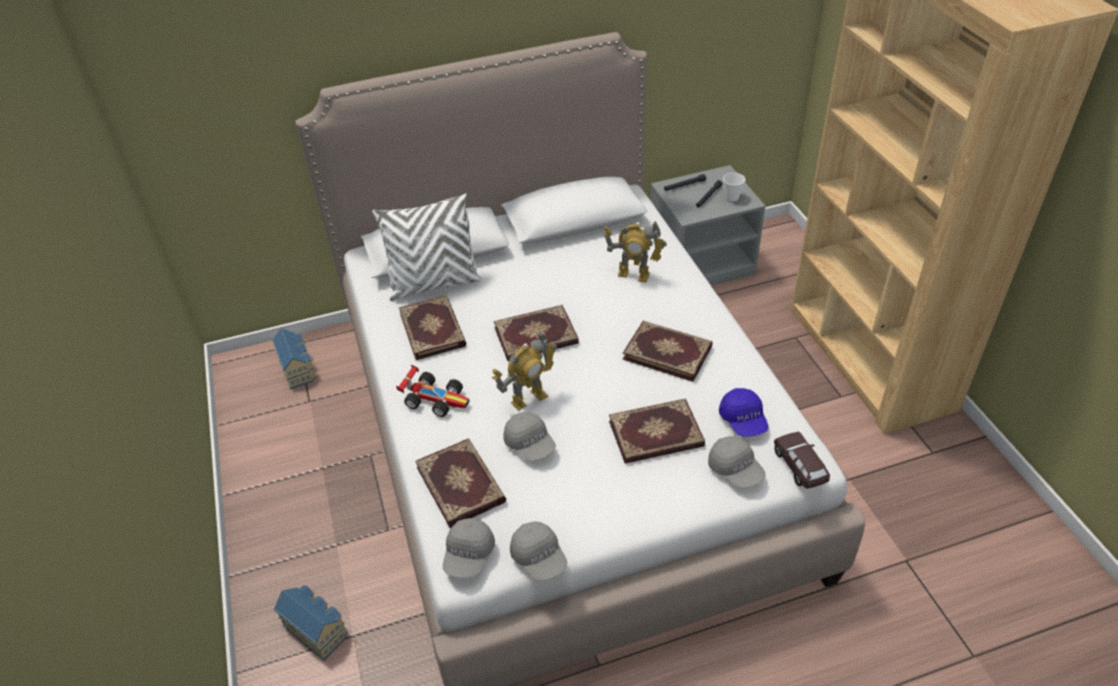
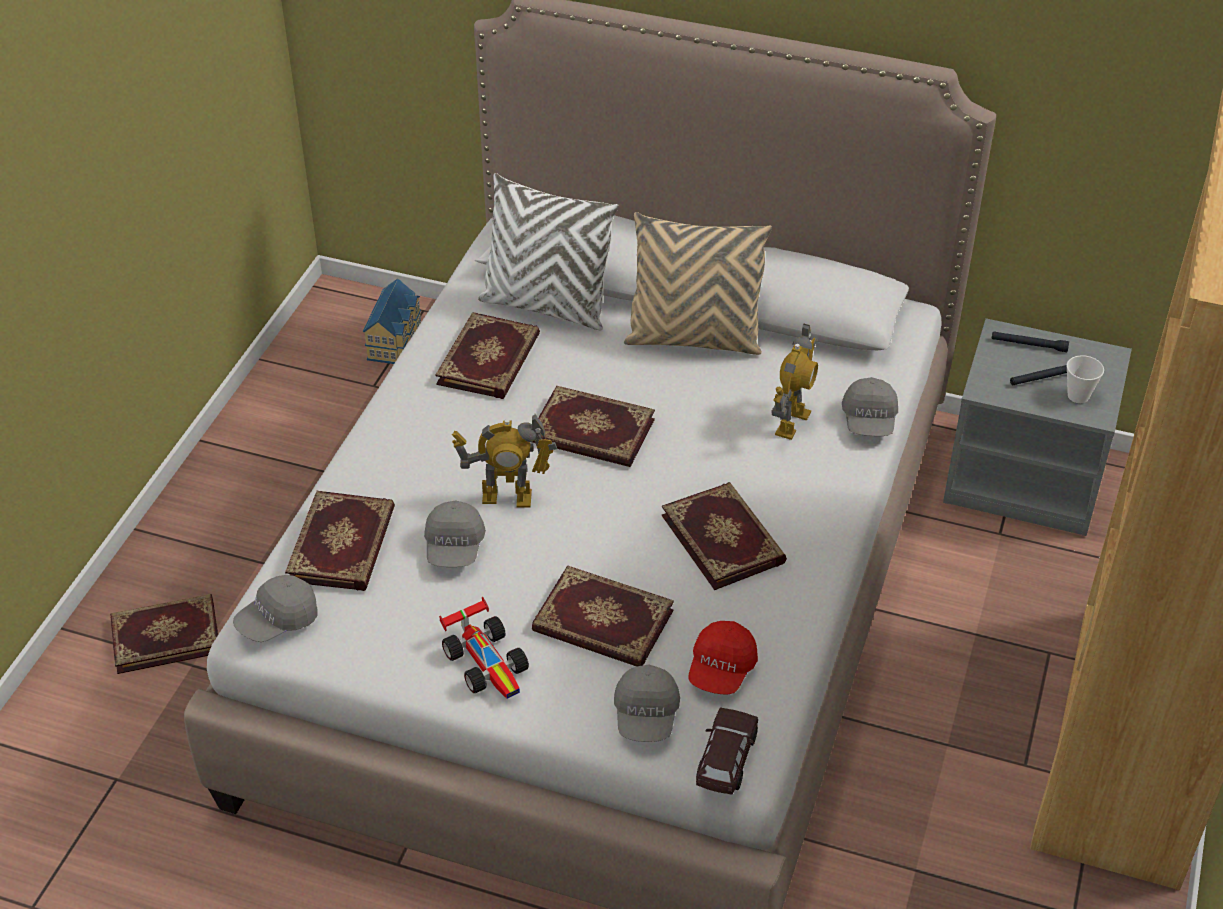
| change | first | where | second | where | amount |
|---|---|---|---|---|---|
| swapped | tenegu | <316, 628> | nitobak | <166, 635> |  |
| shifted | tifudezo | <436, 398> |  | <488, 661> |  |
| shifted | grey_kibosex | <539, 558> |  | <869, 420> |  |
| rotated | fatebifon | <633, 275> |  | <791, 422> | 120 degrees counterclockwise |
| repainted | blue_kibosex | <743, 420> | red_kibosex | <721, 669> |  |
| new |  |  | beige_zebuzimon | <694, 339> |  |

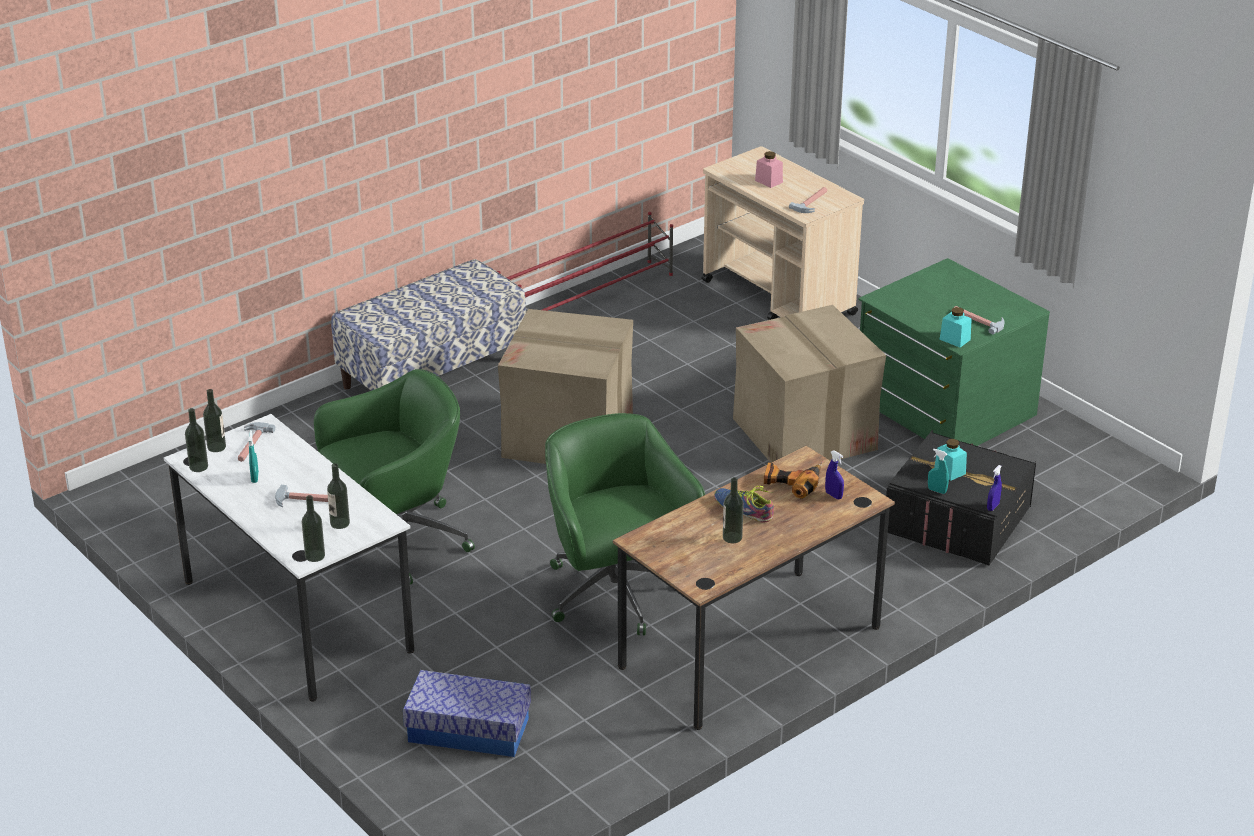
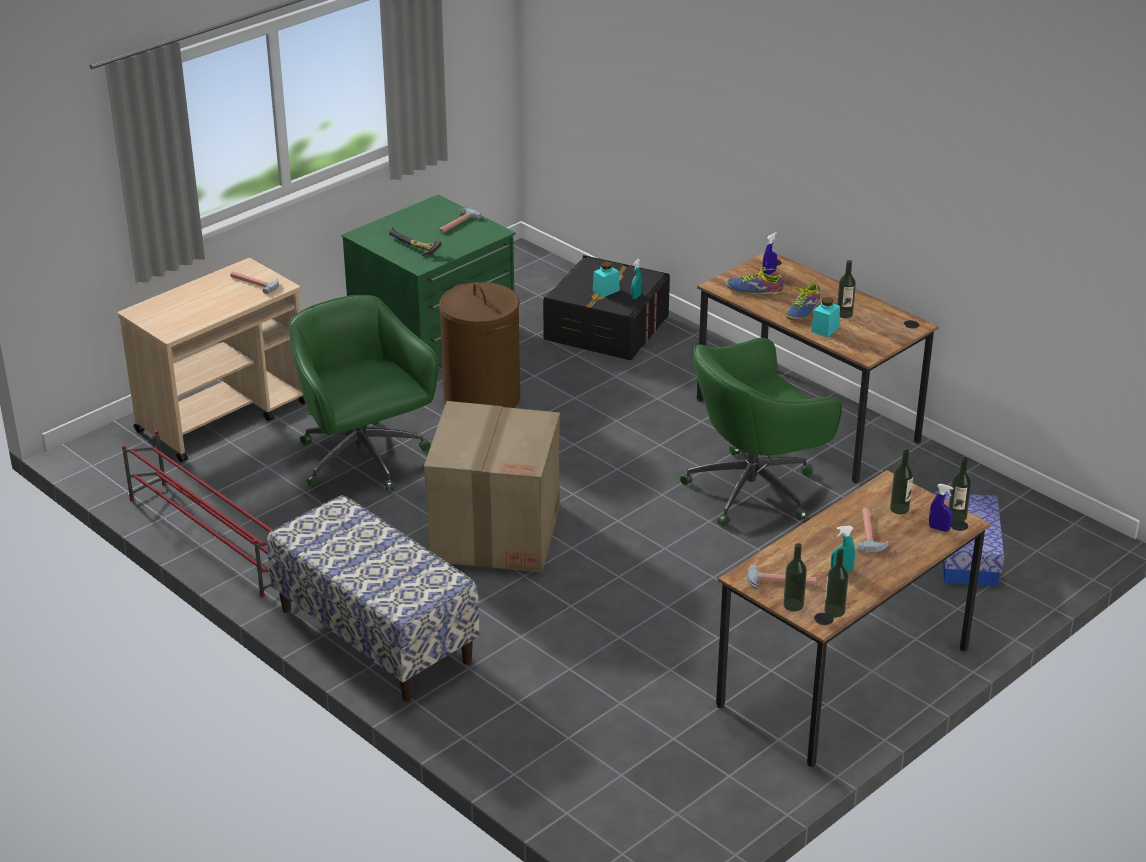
| change | first | where | second | where | amount |
|---|---|---|---|---|---|
| repainted | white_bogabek | <297, 616> | brown_bogabek | <844, 677> |  |
| shifted | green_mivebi | <396, 543> |  | <363, 460> |  |
| swapped | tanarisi | <805, 434> | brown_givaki | <482, 399> |  |
| gone | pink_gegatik | <768, 181> |  |  |  |
| swapped | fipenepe | <792, 481> | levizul | <754, 290> |  |
| shifted | turquoise_gegatik | <955, 339> |  | <825, 329> |  |
| shifted | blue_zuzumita | <993, 507> |  | <939, 529> |  |
| new |  |  | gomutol | <413, 248> |  |

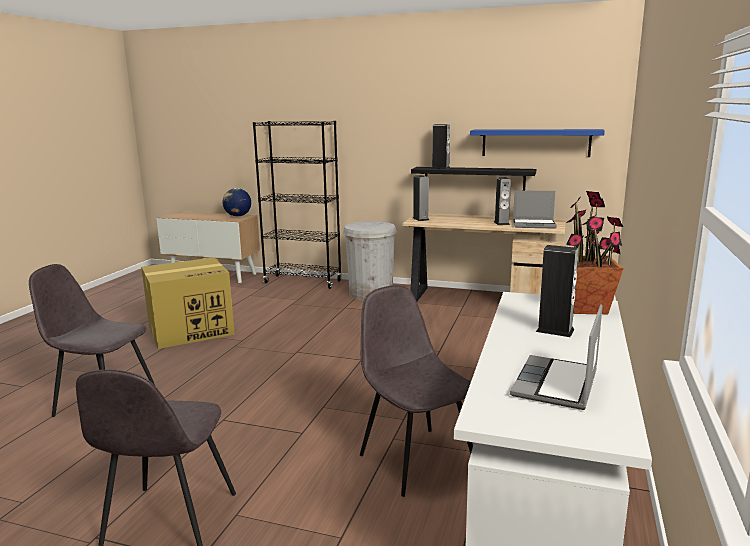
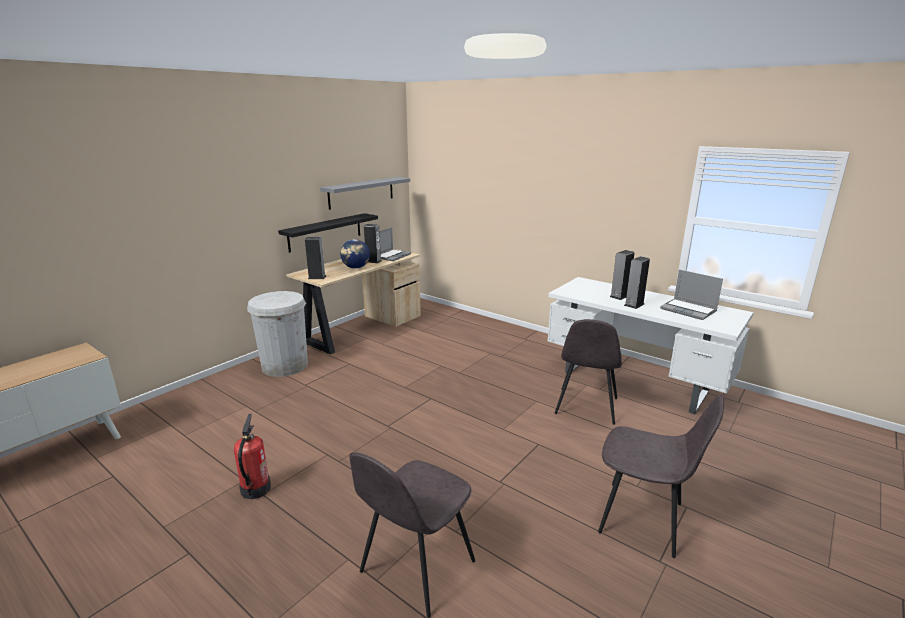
| change | first | where | second | where | amount |
|---|---|---|---|---|---|
| swapped | tanarisi | <192, 330> | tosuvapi | <255, 489> |  |
| shifted | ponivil | <237, 216> |  | <356, 268> |  |
| gone | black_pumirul | <303, 282> |  |  |  |
| rotated | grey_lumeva | <415, 458> |  | <586, 407> | 60 degrees counterclockwise |
| shifted | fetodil | <440, 168> |  | <634, 304> |  |
| repainted | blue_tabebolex | <535, 143> | grey_tabebolex | <361, 192> |  |
| gone | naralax | <587, 308> |  |  |  |

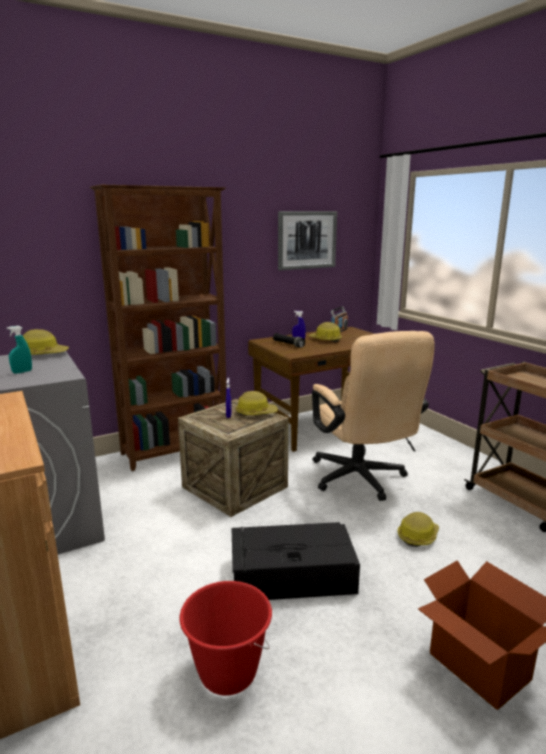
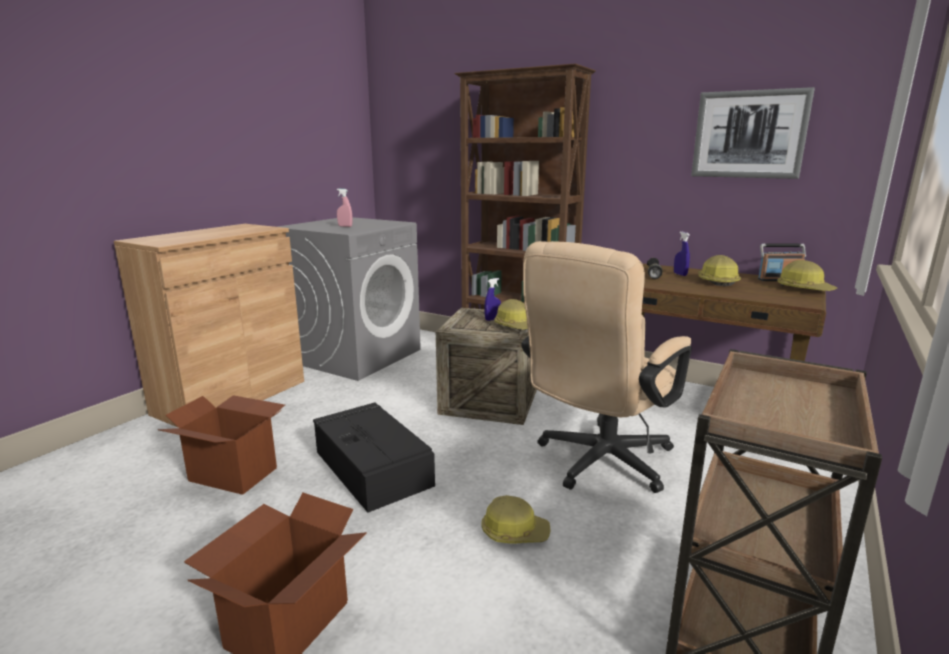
| change | first | where | second | where | amount |
|---|---|---|---|---|---|
| repainted | turquoise_zuzumita | <22, 372> | pink_zuzumita | <345, 226> |  |
| shifted | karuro | <43, 354> |  | <804, 289> |  |
| swapped | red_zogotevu | <227, 672> | tanarisi | <234, 474> |  |

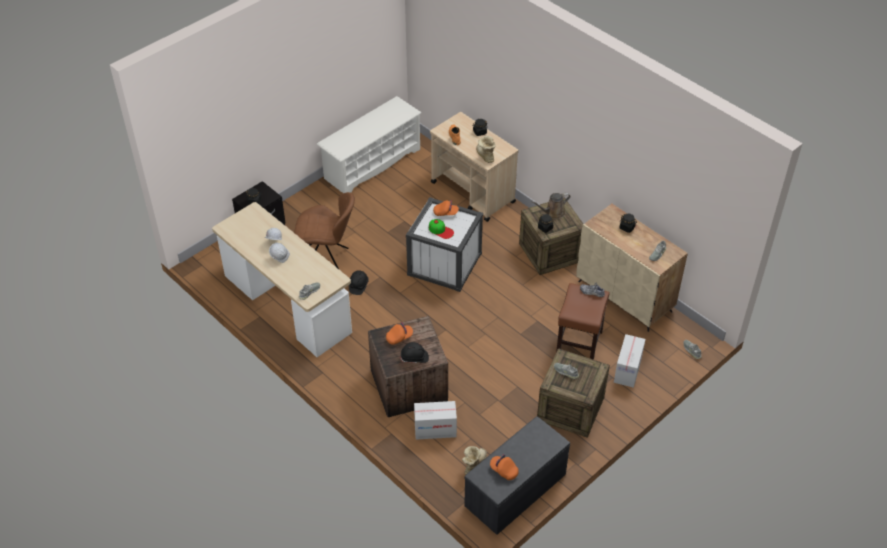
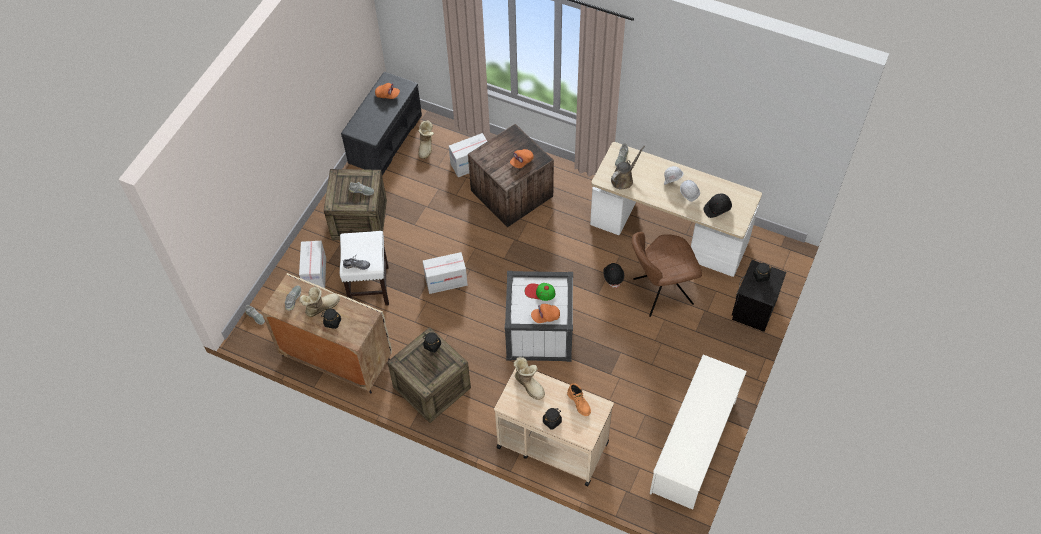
| change | first | where | second | where | amount |
|---|---|---|---|---|---|
| shifted | black_karuro | <414, 358> |  | <717, 209> |  |
| shifted | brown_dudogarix | <553, 213> |  | <623, 179> |  |
| repainted | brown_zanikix | <579, 344> | white_zanikix | <369, 286> |  |
| new |  |  | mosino | <321, 306> |  |
| new |  |  | tanarisi | <446, 281> |  |

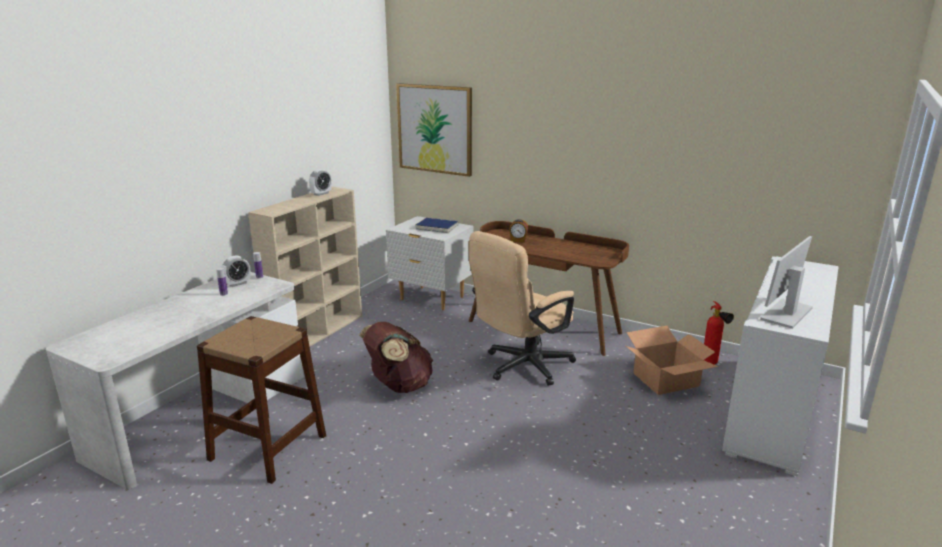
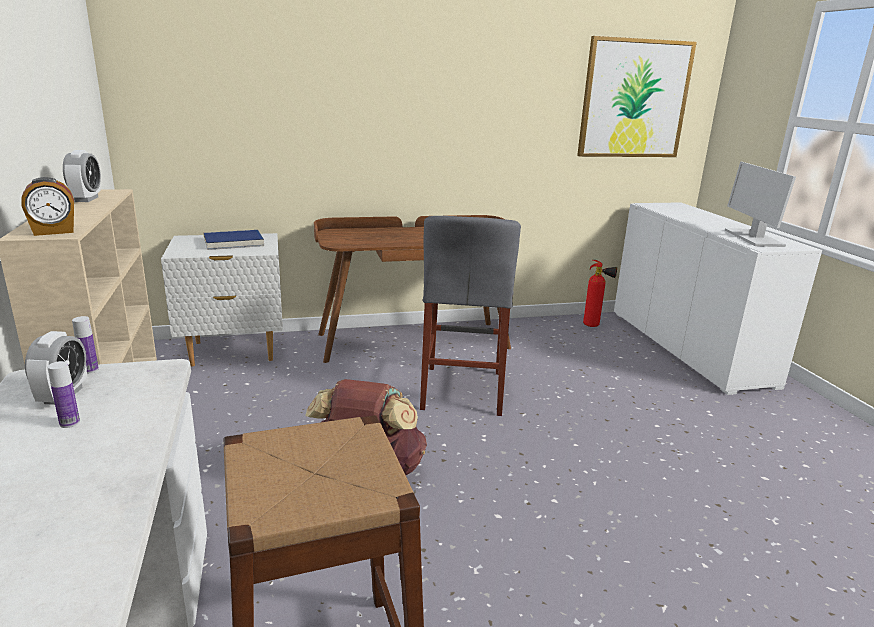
| change | first | where | second | where | amount |
|---|---|---|---|---|---|
| shifted | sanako | <435, 129> |  | <634, 99> |  |
| swapped | beige_mivebi | <521, 367> | grey_zanikix | <462, 390> |  |
| shifted | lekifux | <518, 240> |  | <54, 231> |  |
| gone | tanarisi | <666, 380> |  |  |  |

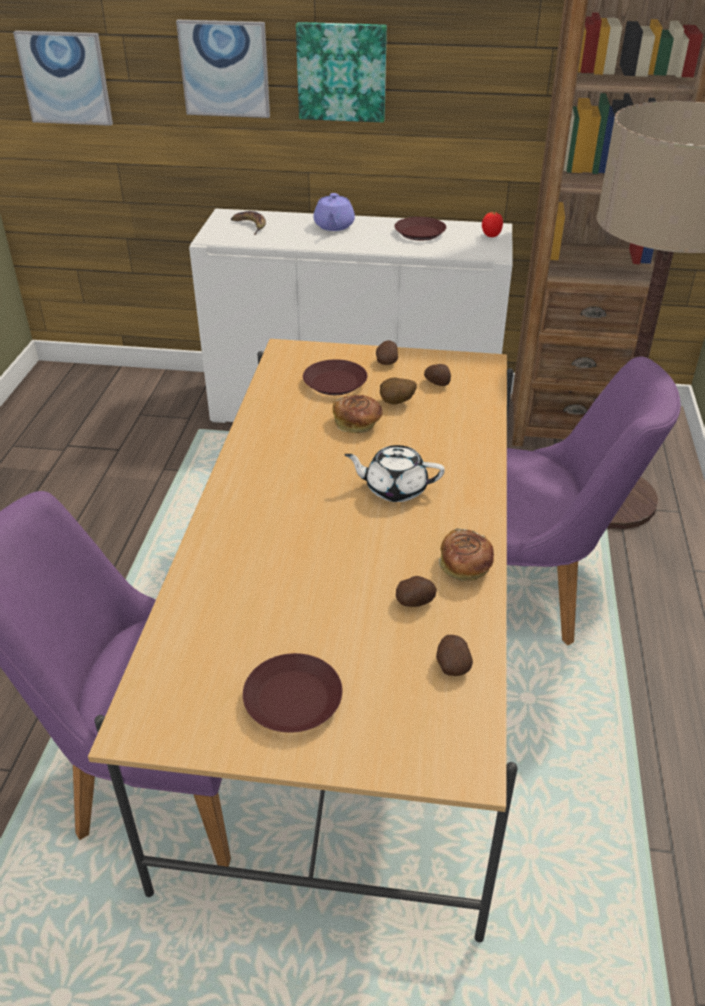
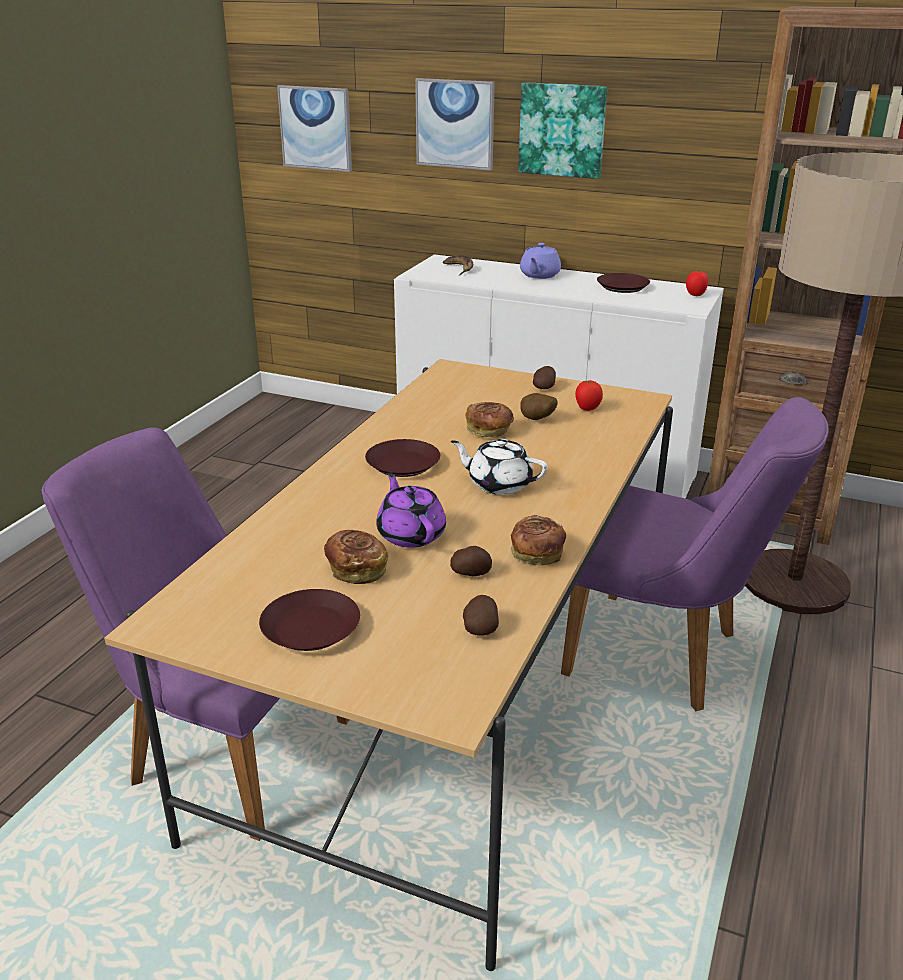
| change | first | where | second | where | amount |
|---|---|---|---|---|---|
| shifted | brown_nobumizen | <335, 383> |  | <403, 464> |  |
| swapped | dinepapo | <438, 383> | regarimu | <587, 409> |  |
| new |  |  | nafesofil | <356, 569> |  |
| new |  |  | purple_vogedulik | <411, 534> |  |

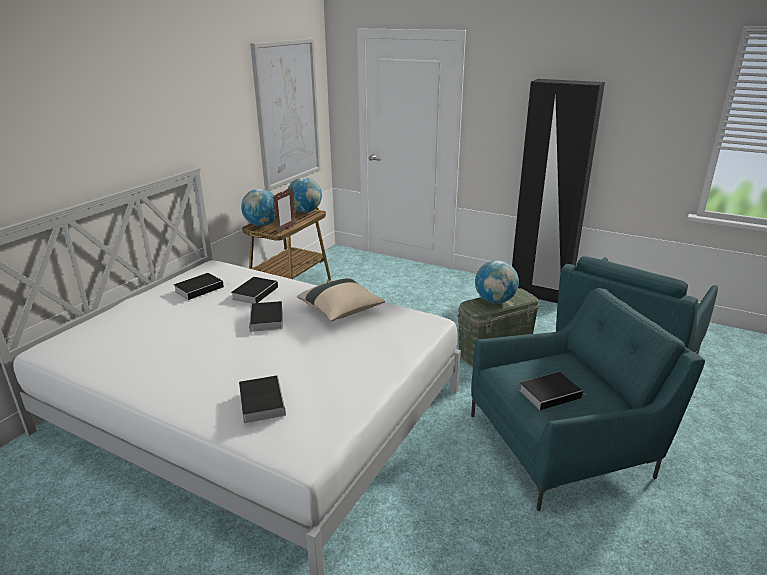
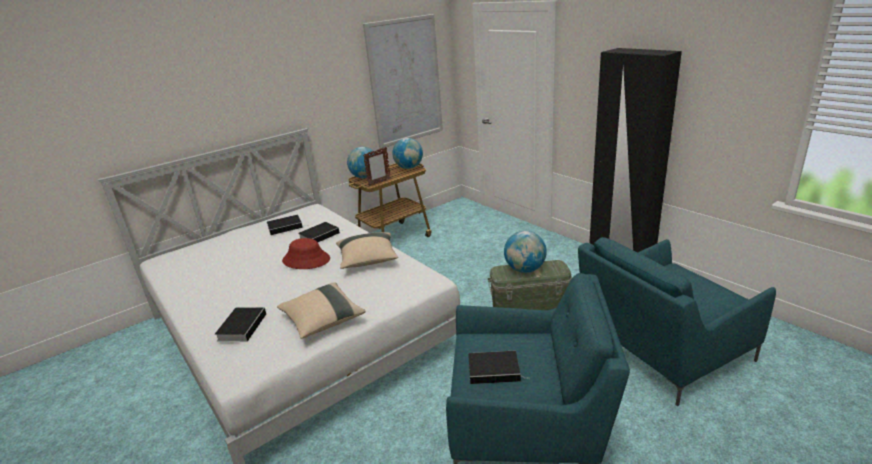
| change | first | where | second | where | amount |
|---|---|---|---|---|---|
| swapped | nitobak | <267, 320> | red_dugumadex | <306, 260> |  |
| new |  |  | beige_zebuzimon | <322, 320> |  |

